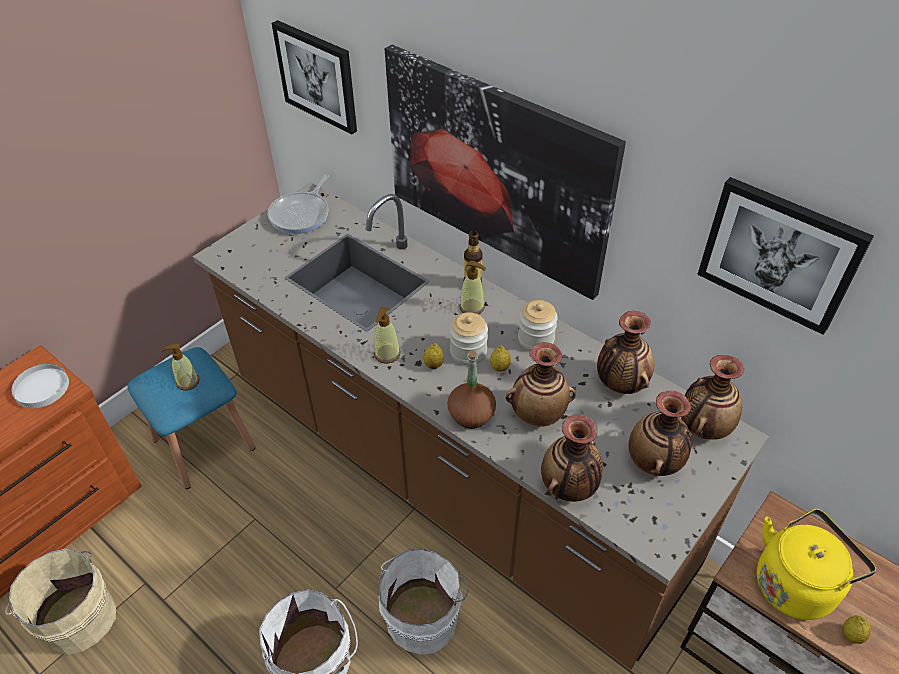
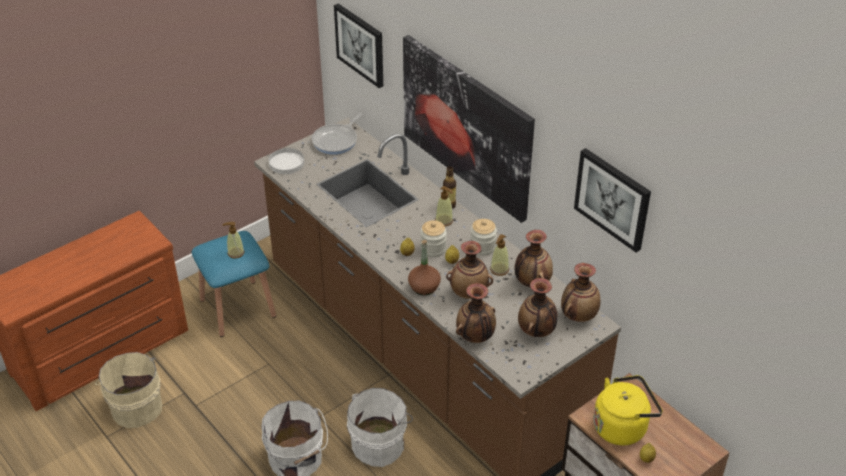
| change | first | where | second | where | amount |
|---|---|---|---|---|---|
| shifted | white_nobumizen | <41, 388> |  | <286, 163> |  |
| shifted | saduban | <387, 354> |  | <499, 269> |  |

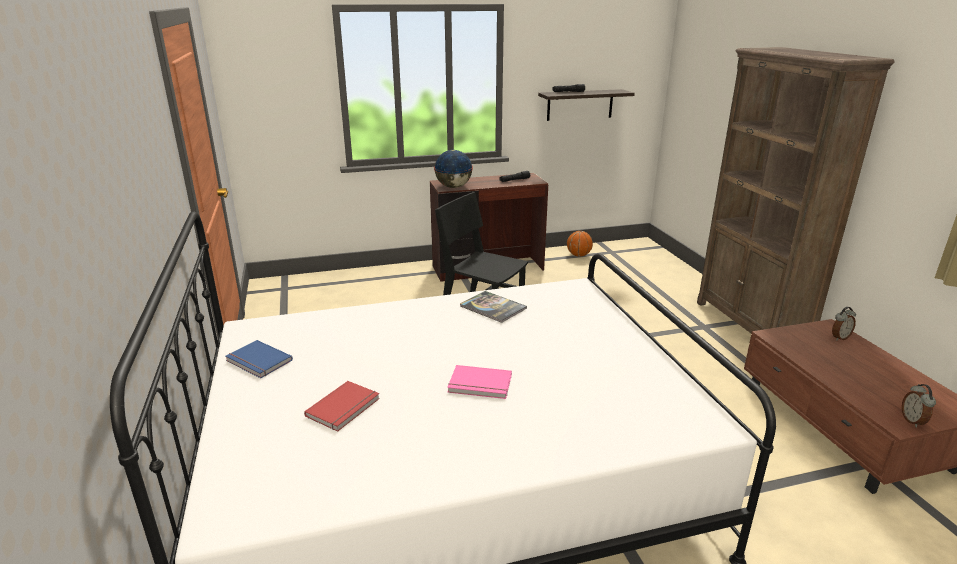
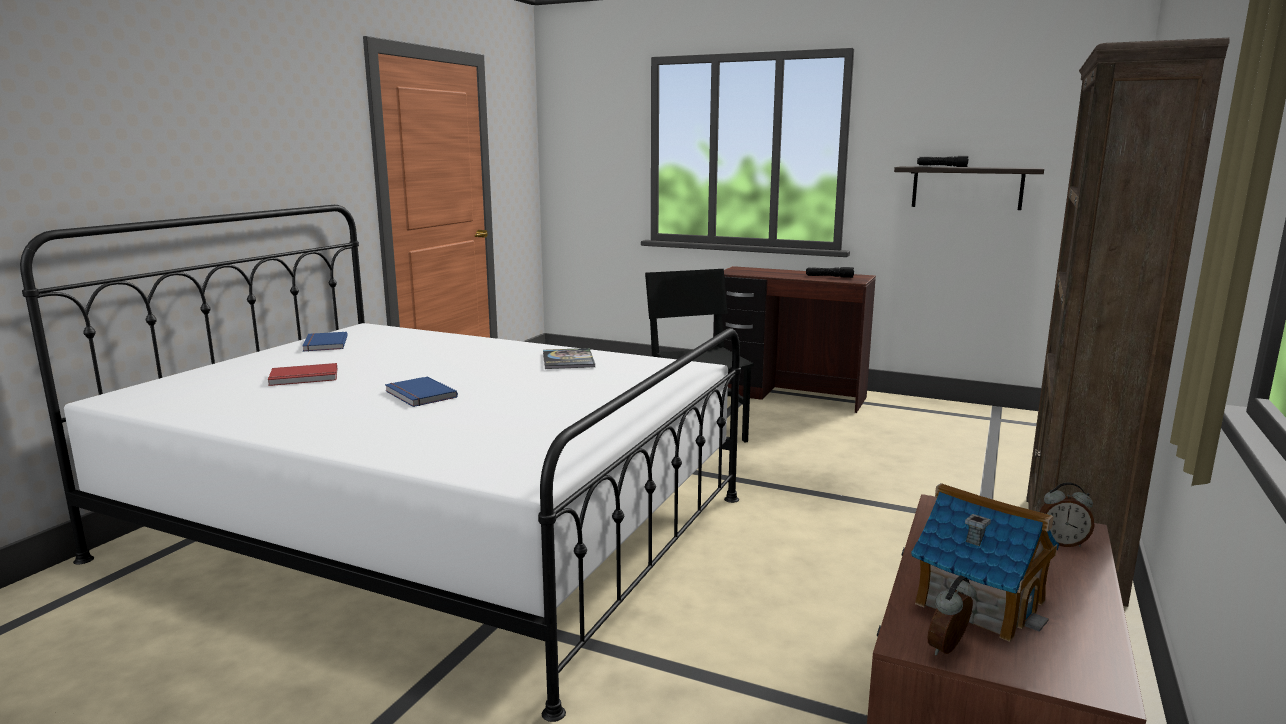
| change | first | where | second | where | amount |
|---|---|---|---|---|---|
| gone | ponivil | <453, 187> |  |  |  |
| repainted | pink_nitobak | <480, 385> | blue_nitobak | <418, 395> |  |
| gone | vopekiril | <578, 255> |  |  |  |
| new |  |  | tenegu | <979, 602> |  |

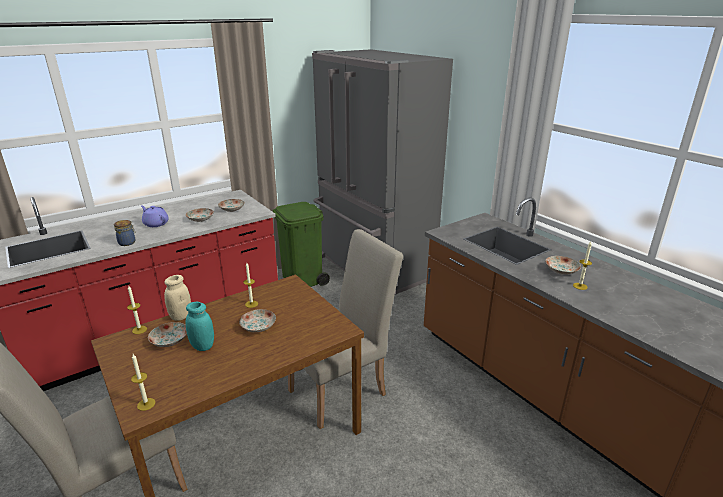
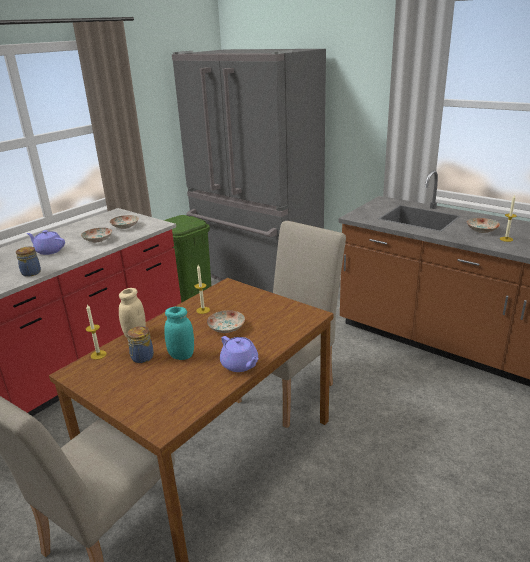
| change | first | where | second | where | amount |
|---|---|---|---|---|---|
| gone | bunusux | <146, 404> |  |  |  |
| swapped | nobumizen | <169, 341> | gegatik | <141, 358> |  |
| new |  |  | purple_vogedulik | <240, 365> |  |

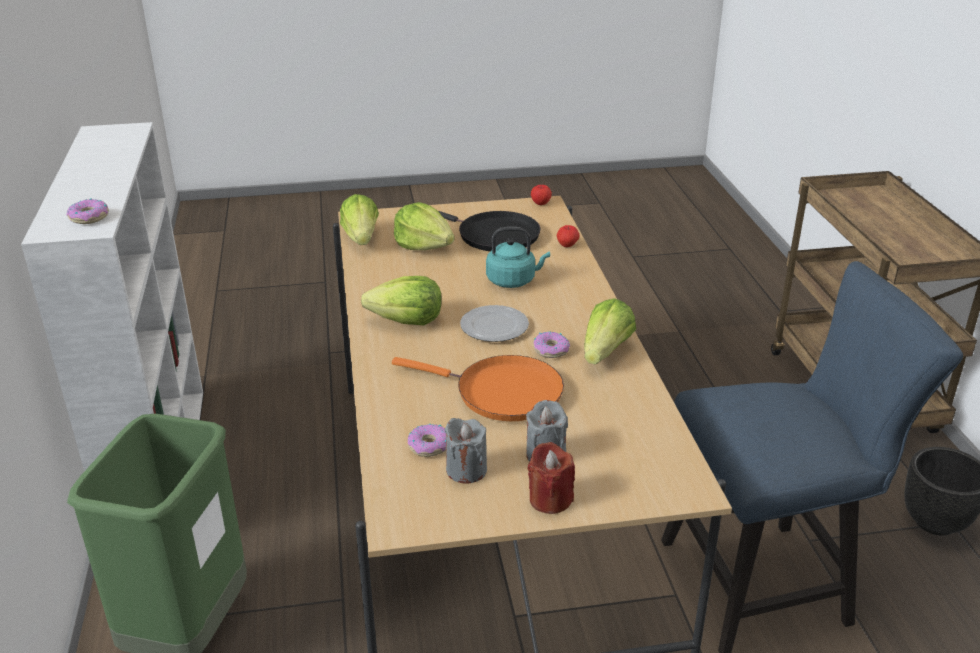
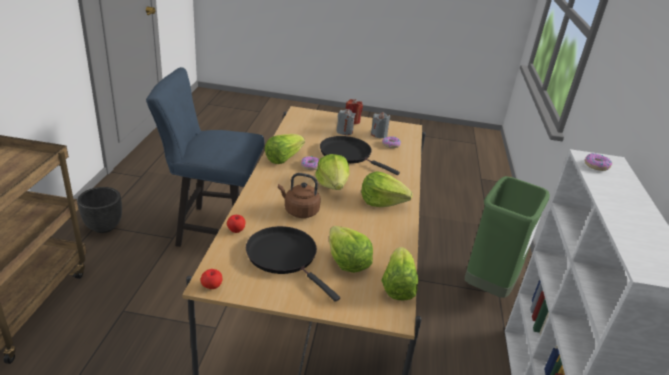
| change | first | where | second | where | amount |
|---|---|---|---|---|---|
| repainted | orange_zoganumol | <502, 393> | black_zoganumol | <348, 154> |  |
| swapped | nobumizen | <494, 327> | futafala | <333, 184> |  |
| repainted | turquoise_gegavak | <513, 281> | brown_gegavak | <299, 211> |  |

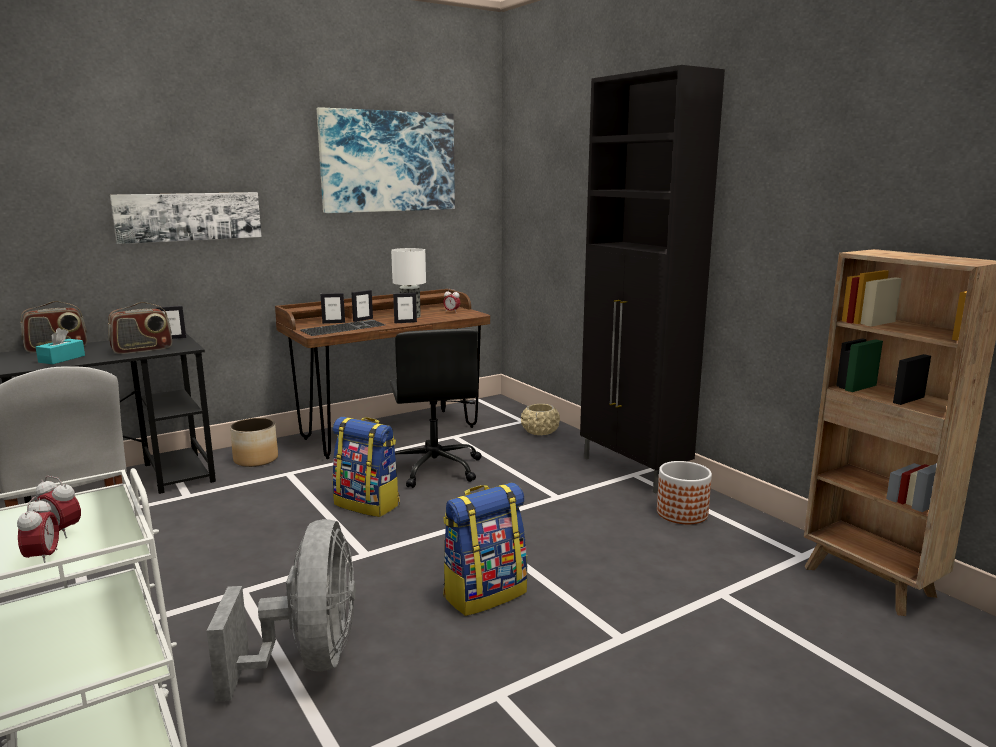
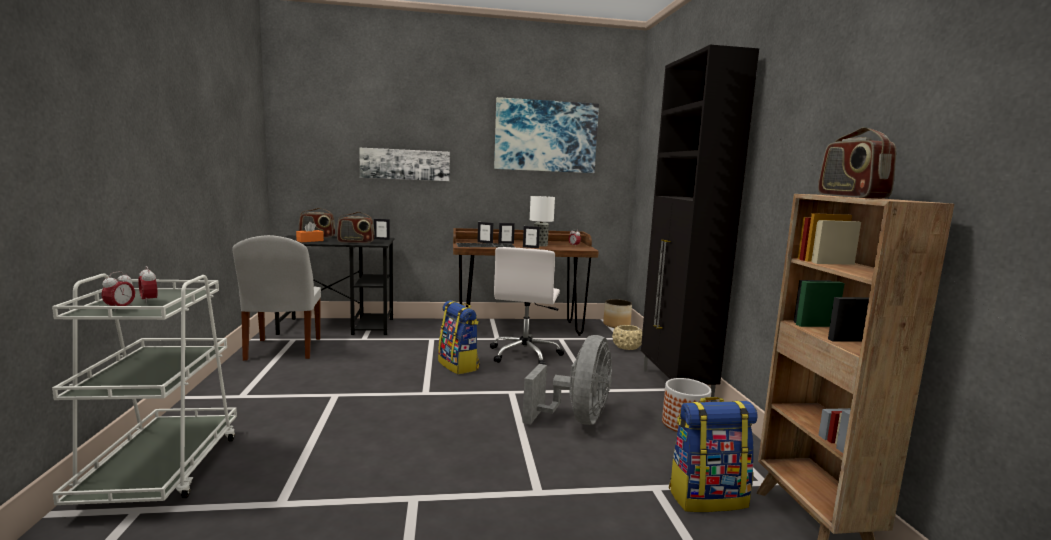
| change | first | where | second | where | amount |
|---|---|---|---|---|---|
| repainted | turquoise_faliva | <62, 359> | orange_faliva | <310, 241> |  |
| shifted | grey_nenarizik | <308, 660> |  | <577, 419> |  |
| shifted | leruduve | <255, 459> |  | <616, 325> |  |
| repainted | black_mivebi | <434, 468> | white_mivebi | <525, 354> |  |
| shifted | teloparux | <484, 594> |  | <707, 497> |  |
| new |  |  | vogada | <850, 196> |  |

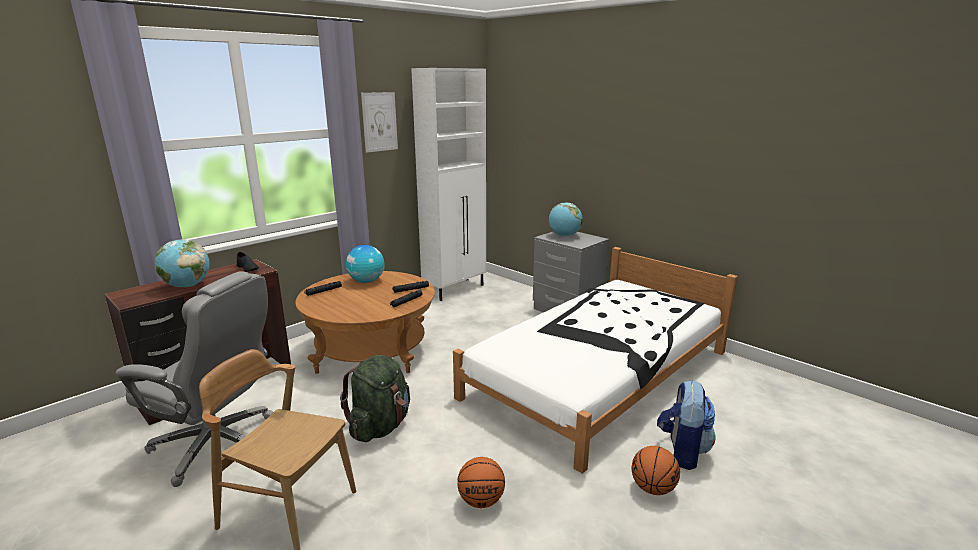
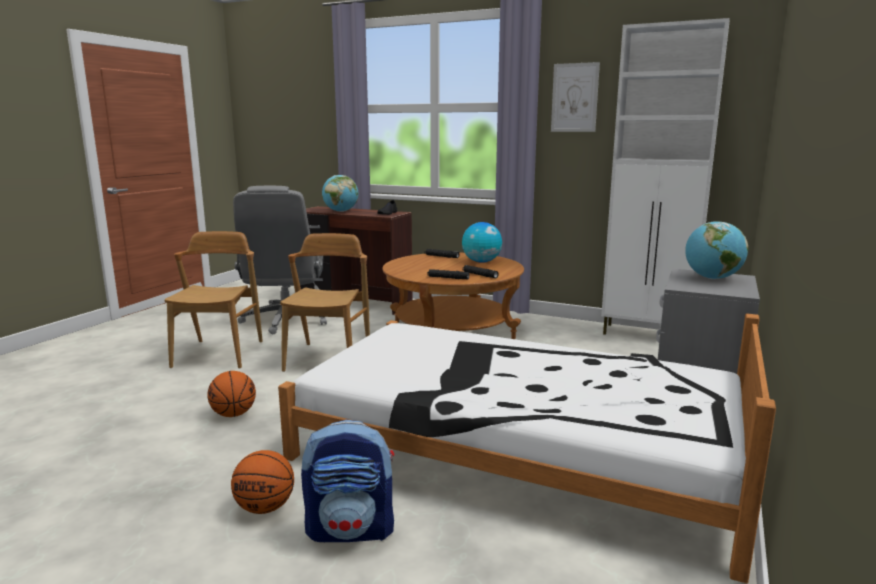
| change | first | where | second | where | amount |
|---|---|---|---|---|---|
| swapped | green_teloparux | <380, 426> | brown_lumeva | <329, 358> |  |

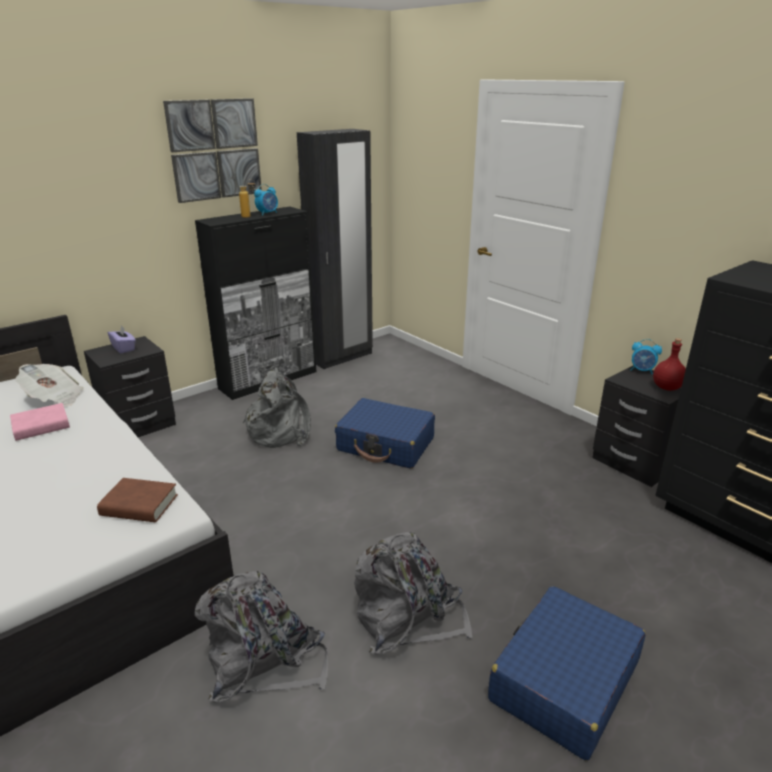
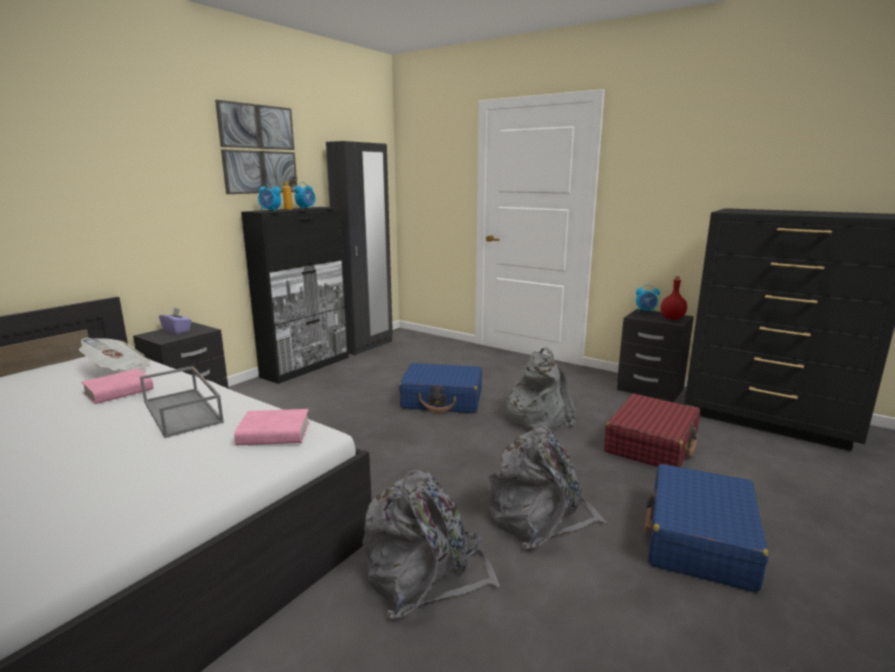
| change | first | where | second | where | amount |
|---|---|---|---|---|---|
| repainted | brown_nitobak | <139, 505> | pink_nitobak | <274, 433> |  |
| shifted | grey_teloparux | <281, 431> |  | <536, 417> |  |
| new |  |  | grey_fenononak | <184, 412> |  |
| new |  |  | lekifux | <270, 211> |  |
| new |  |  | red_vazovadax | <651, 444> |  |

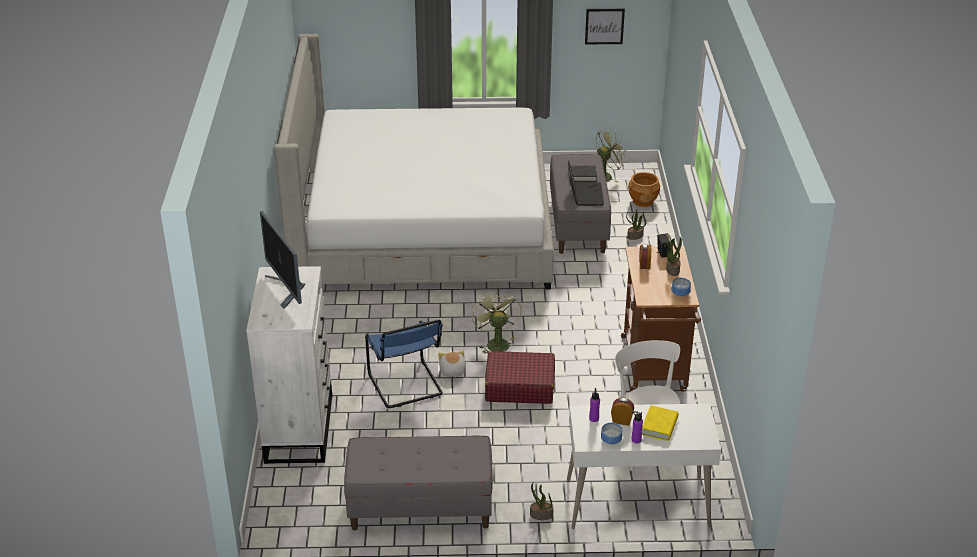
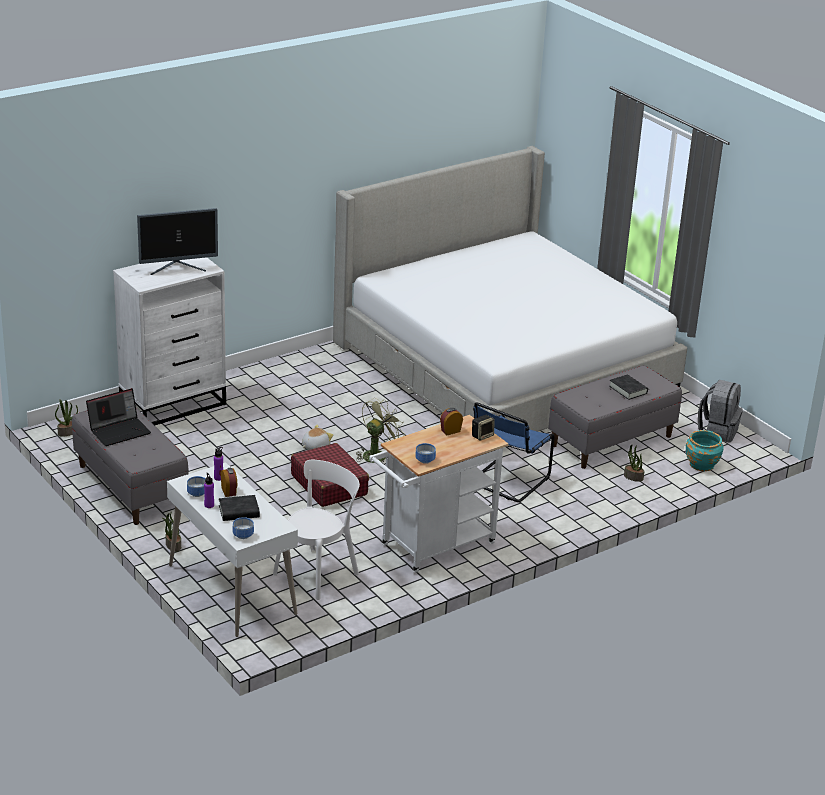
| change | first | where | second | where | amount |
|---|---|---|---|---|---|
| rotated | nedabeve | <287, 290> |  | <178, 268> | 135 degrees counterclockwise |
| shifted | blue_lumeva | <406, 386> |  | <507, 481> |  |
| shifted | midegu | <584, 194> |  | <120, 430> |  |
| gone | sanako | <604, 26> |  |  |  |
| swapped | green_nenarizik | <605, 176> | grey_teloparux | <718, 431> |  |
| repainted | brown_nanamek | <654, 368> | white_nanamek | <432, 547> |  |
| repainted | brown_leruduve | <643, 201> | turquoise_leruduve | <701, 464> |  |
| repainted | yellow_nitobak | <659, 426> | black_nitobak | <239, 512> |  |
| shifted | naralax | <672, 270> |  | <67, 432> |  |
| new |  |  | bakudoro | <243, 535> |  |

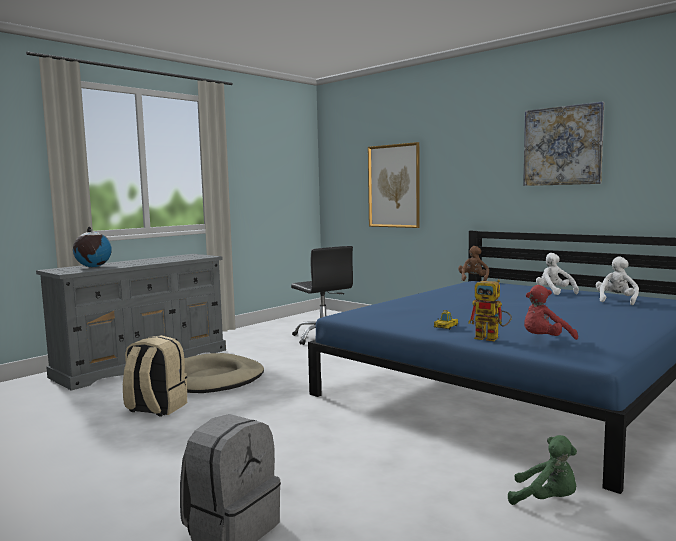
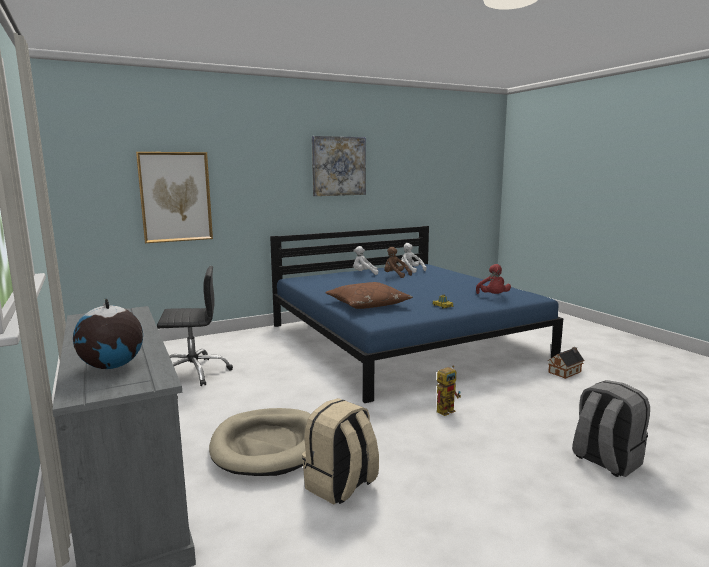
| change | first | where | second | where | amount |
|---|---|---|---|---|---|
| shifted | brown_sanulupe | <473, 280> |  | <395, 276> |  |
| shifted | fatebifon | <492, 338> |  | <447, 409> |  |
| swapped | green_sanulupe | <546, 500> | tenegu | <565, 372> |  |
| new |  |  | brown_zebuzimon | <367, 304> |  |

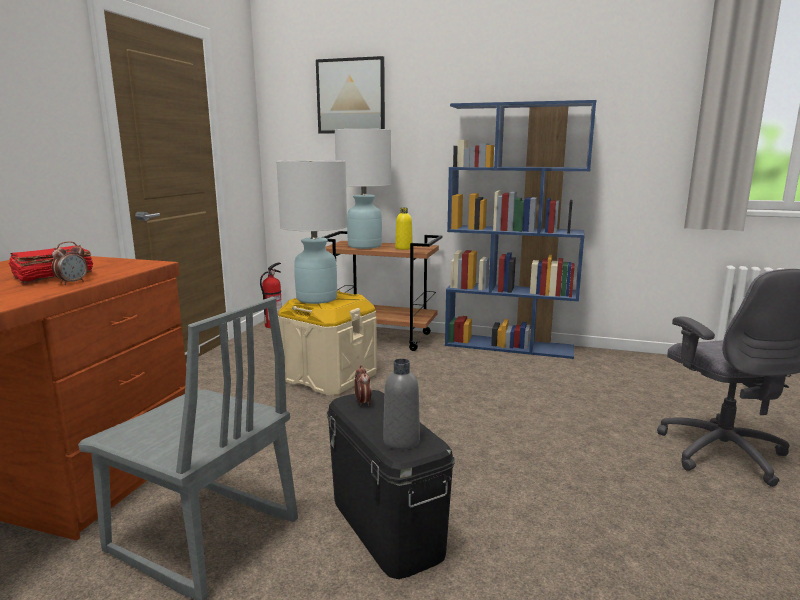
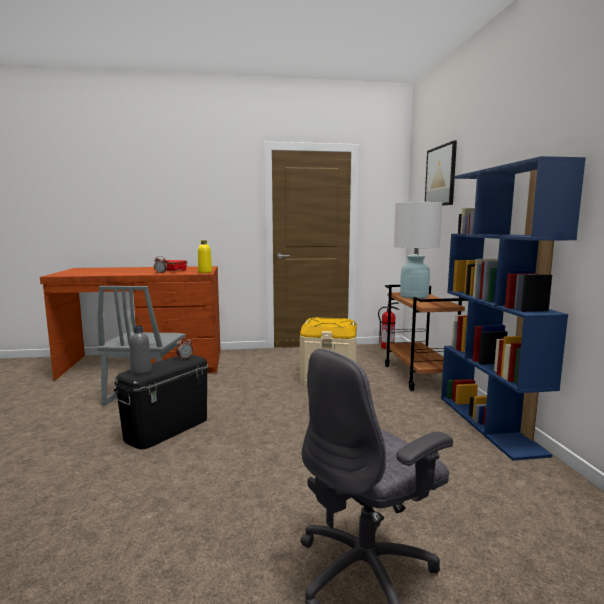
| change | first | where | second | where | amount |
|---|---|---|---|---|---|
| gone | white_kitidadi | <316, 299> |  |  |  |
| shifted | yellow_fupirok | <403, 248> |  | <205, 272> |  |

